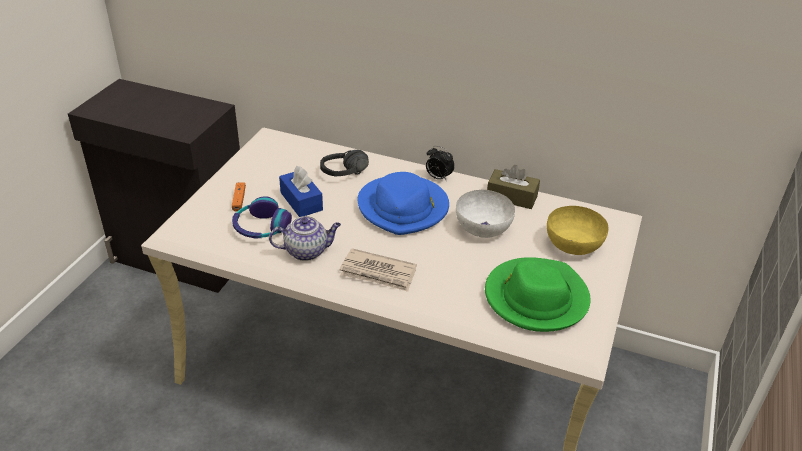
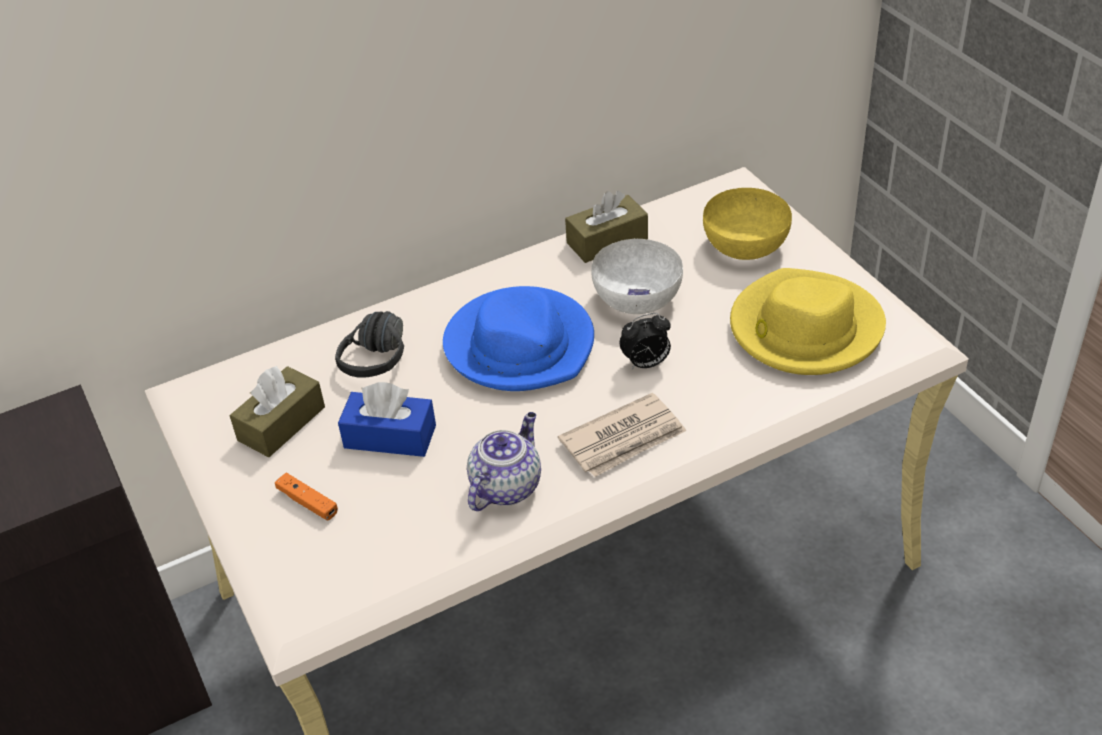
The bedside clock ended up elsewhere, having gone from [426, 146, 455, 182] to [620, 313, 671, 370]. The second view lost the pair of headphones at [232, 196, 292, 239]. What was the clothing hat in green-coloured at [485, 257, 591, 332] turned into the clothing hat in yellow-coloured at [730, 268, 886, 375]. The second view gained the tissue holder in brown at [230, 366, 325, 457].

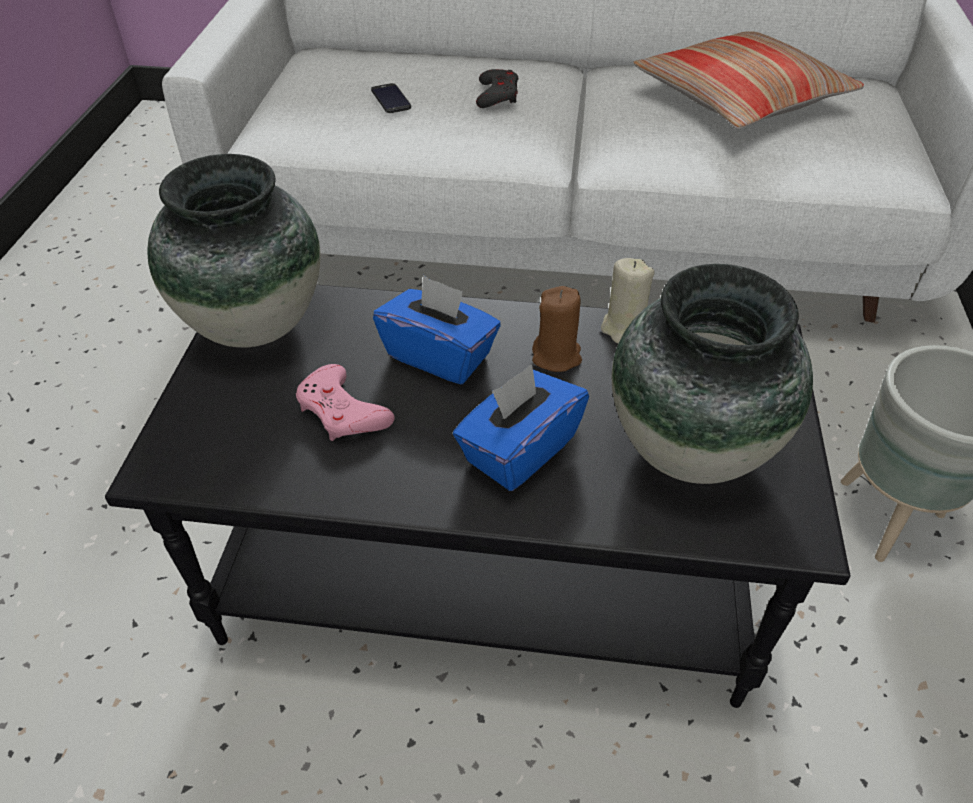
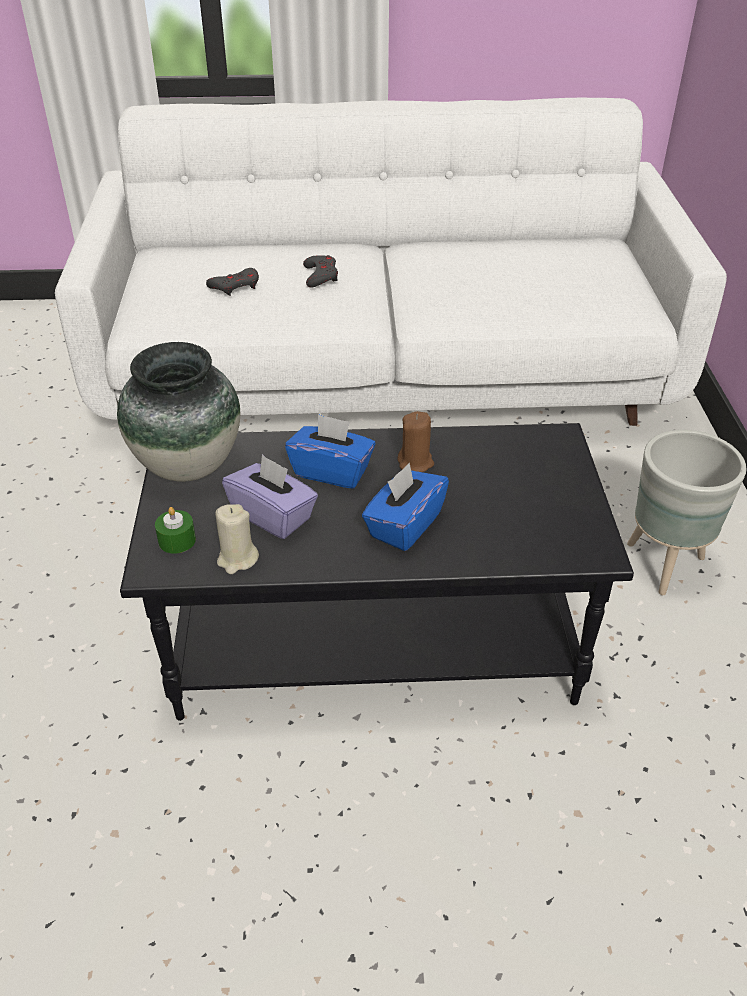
The second view lost the cushion at [633, 31, 864, 129]. Where the phone stood at [371, 83, 411, 113], the game controller in greyish came to stand at [206, 268, 259, 296]. The wax candle in beige ended up elsewhere, having gone from [601, 258, 654, 343] to [215, 504, 259, 574]. The second view lost the vase at [611, 264, 813, 484]. Where the game controller in pinkish stood at [296, 364, 395, 441], the tissue holder in purple-coloured came to stand at [222, 454, 318, 539]. The second view gained the wax candle in green-coloured at [155, 507, 196, 554].

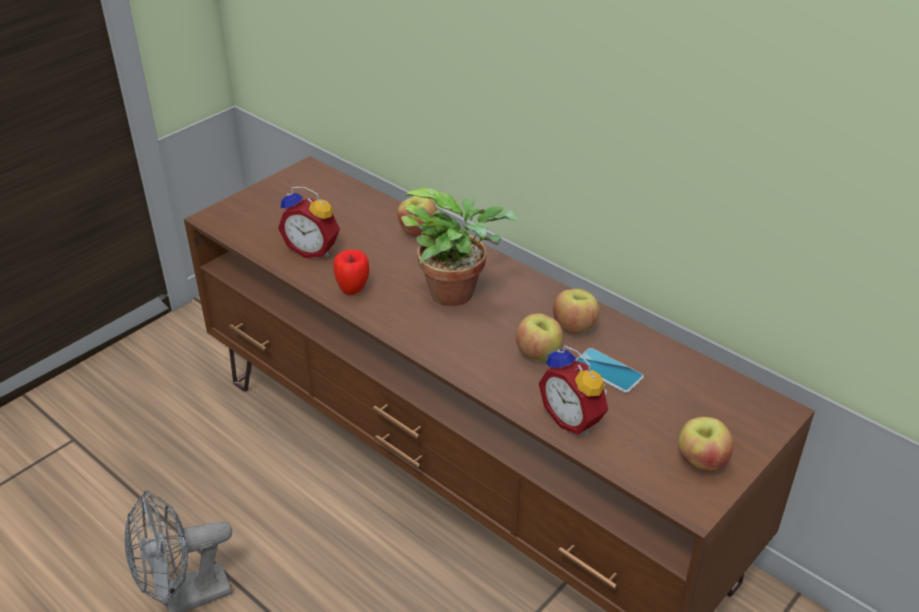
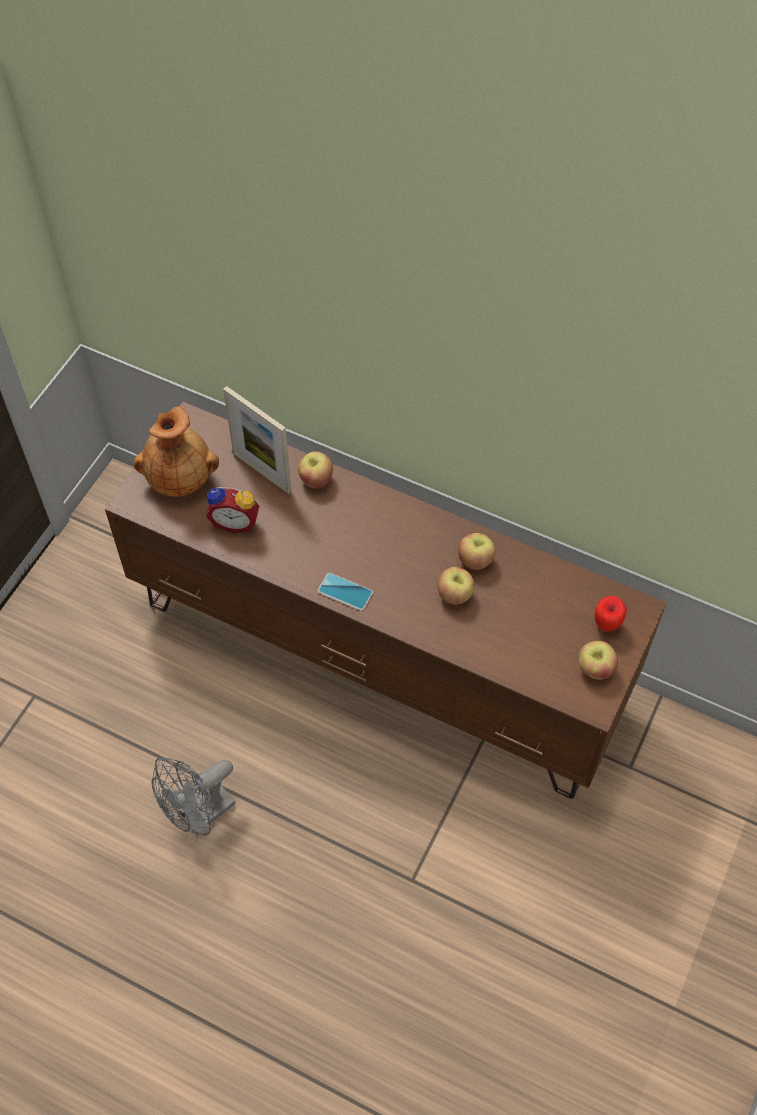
The second view lost the potted plant at [401, 187, 518, 306]. The apple fruit ended up elsewhere, having gone from [334, 250, 369, 295] to [594, 596, 627, 632]. The second view lost the bedside clock at [539, 345, 608, 435]. The phone ended up elsewhere, having gone from [575, 348, 644, 393] to [318, 573, 373, 611]. The second view gained the photo frame at [223, 386, 292, 494]. The second view gained the vase in brown at [134, 406, 219, 497].

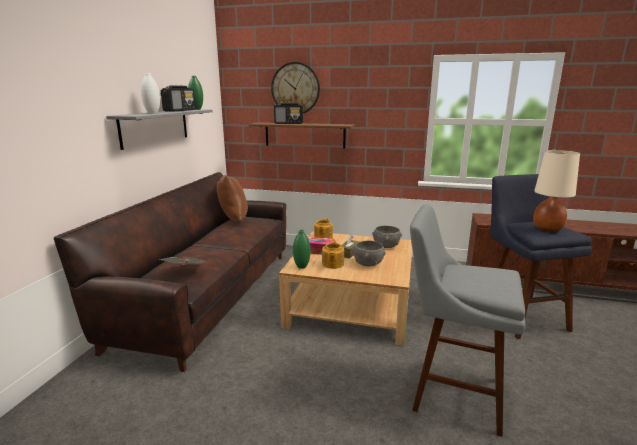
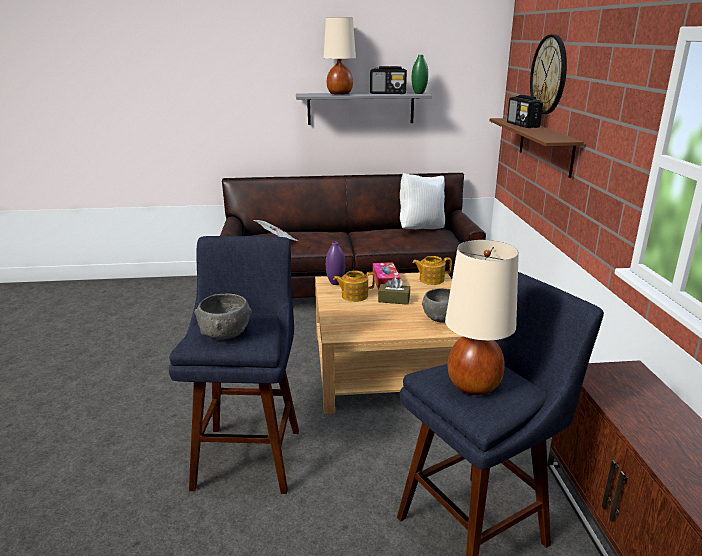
Where the vase in whitish stood at [141, 73, 160, 113], the table lamp in beige came to stand at [323, 17, 356, 95]. What was the cushion in brown at [217, 175, 248, 221] turned into the cushion in whitish at [400, 173, 445, 229]. What was the stool seat in greyish at [410, 204, 526, 437] turned into the stool seat in blue at [169, 236, 299, 494]. What was the vase in green-coloured at [293, 230, 310, 269] turned into the vase in purple-coloured at [326, 242, 345, 285]. The bowl in greyish ended up elsewhere, having gone from [352, 240, 386, 266] to [195, 294, 252, 339].

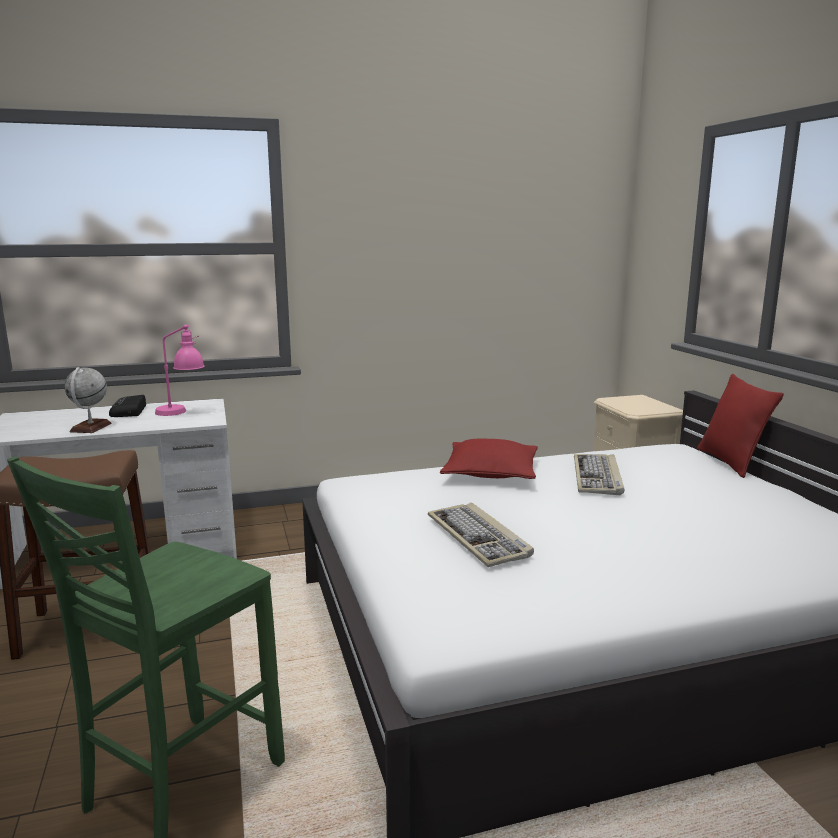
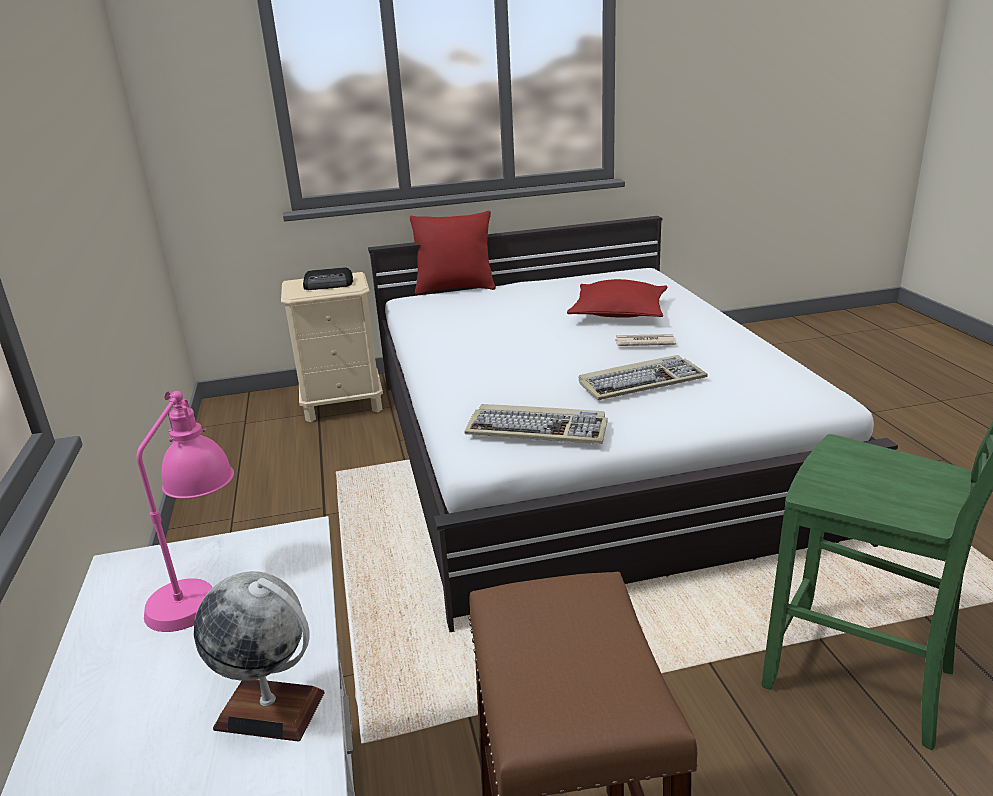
The radio set ended up elsewhere, having gone from [109, 395, 146, 417] to [303, 268, 353, 290]. The cushion in red-coloured ended up elsewhere, having gone from [440, 439, 538, 479] to [567, 279, 667, 318]. The computer keyboard ended up elsewhere, having gone from [574, 454, 624, 495] to [464, 404, 608, 444]. The second view gained the newspaper at [615, 334, 676, 346].

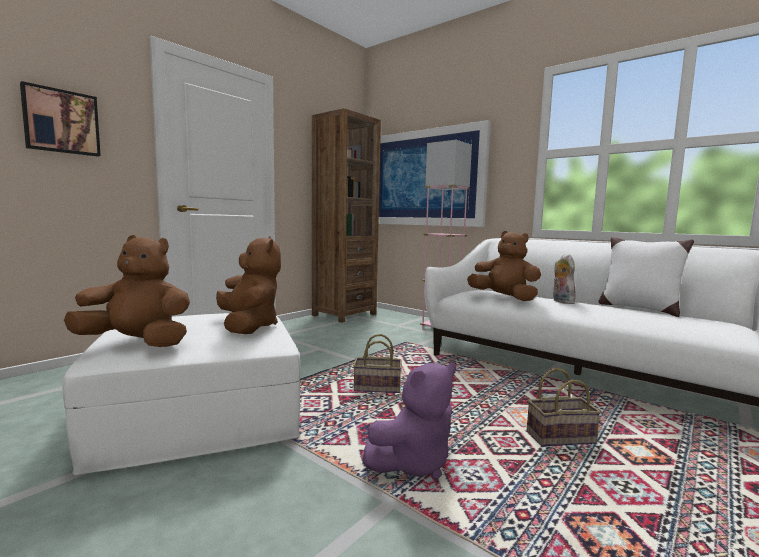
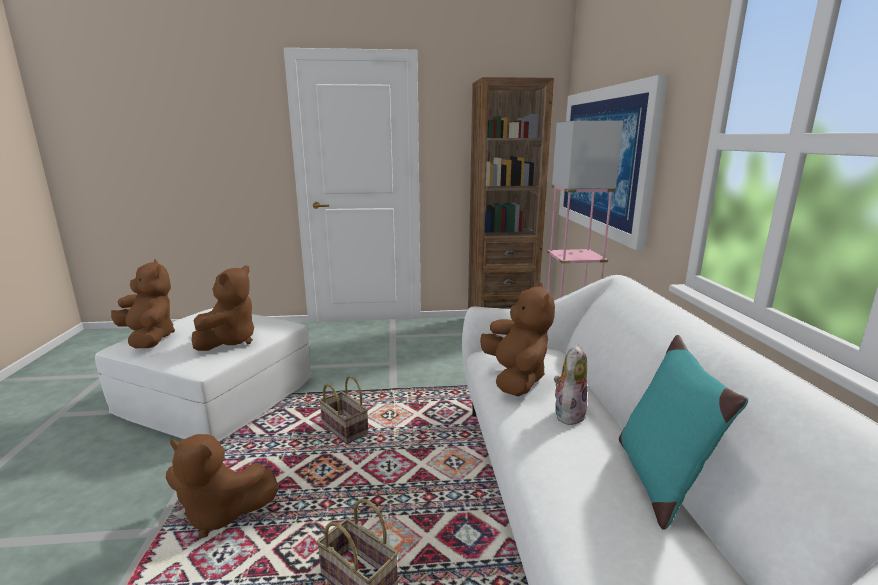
The second view lost the wall picture at [20, 81, 101, 157]. What was the cushion in whitish at [598, 237, 694, 317] turned into the cushion in turquoise at [619, 335, 748, 530]. What was the soft toy in purple-coloured at [362, 363, 456, 479] turned into the soft toy in brown at [166, 434, 279, 538].

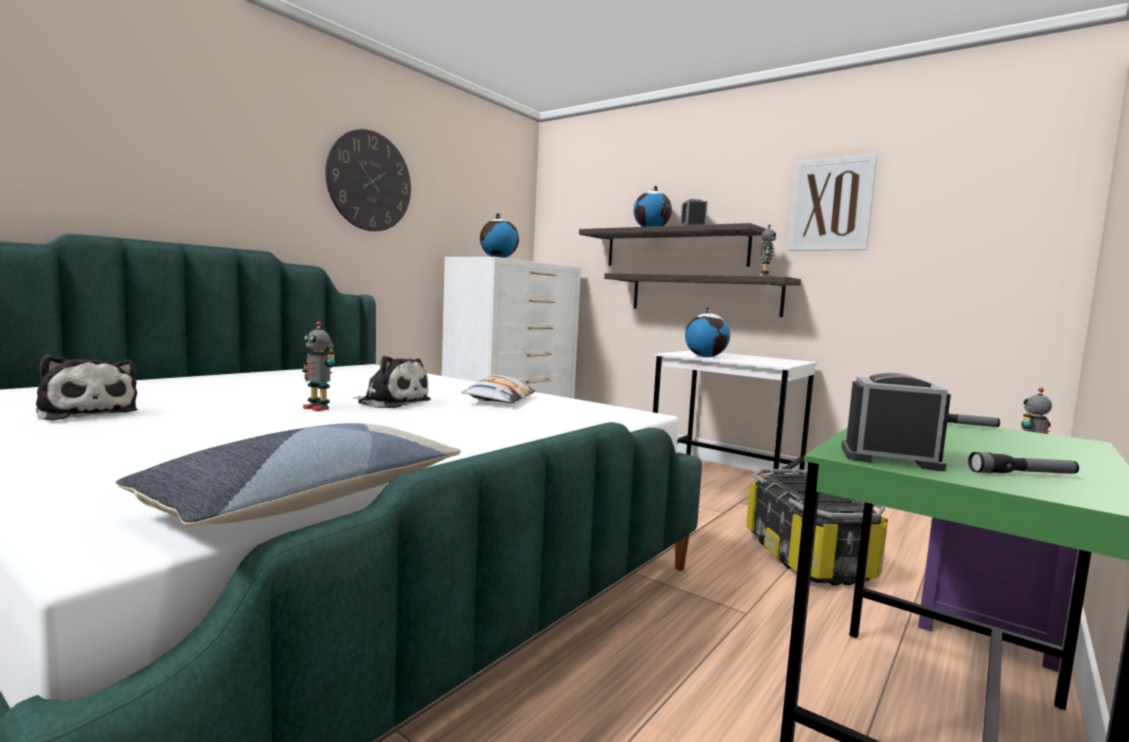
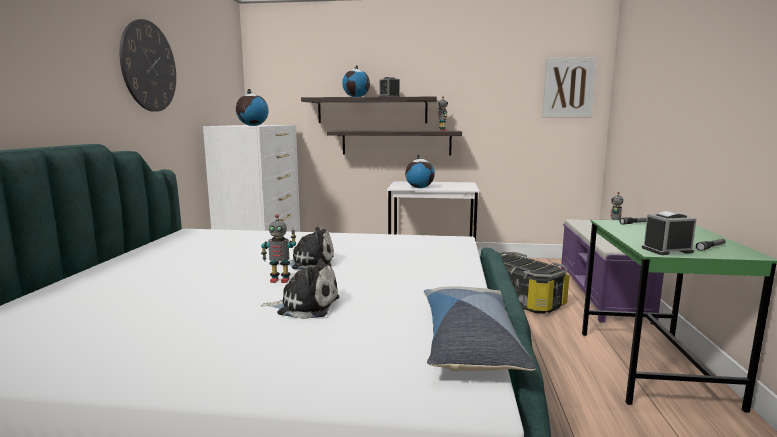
The wall picture ended up elsewhere, having gone from [788, 154, 877, 251] to [542, 57, 597, 117]. The soft toy ended up elsewhere, having gone from [36, 355, 138, 421] to [261, 258, 339, 319]. The second view lost the cushion at [461, 375, 536, 403].

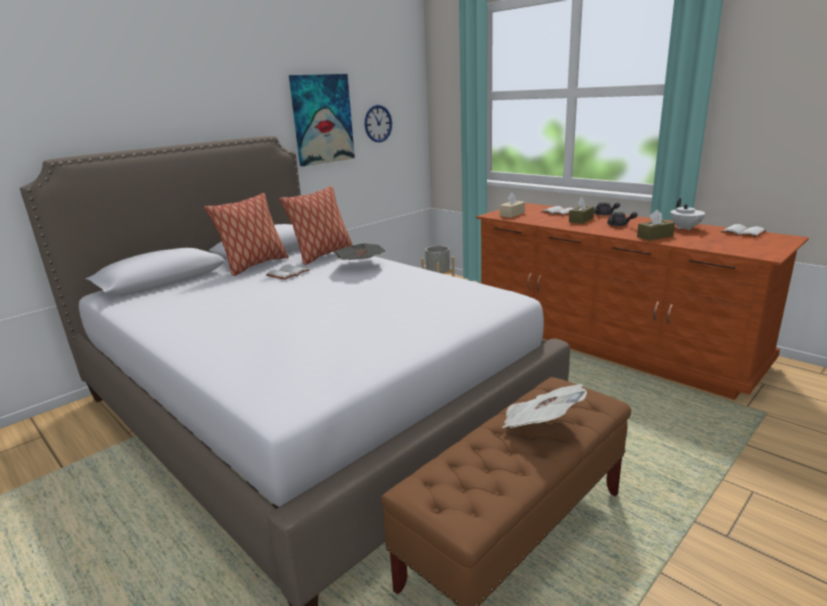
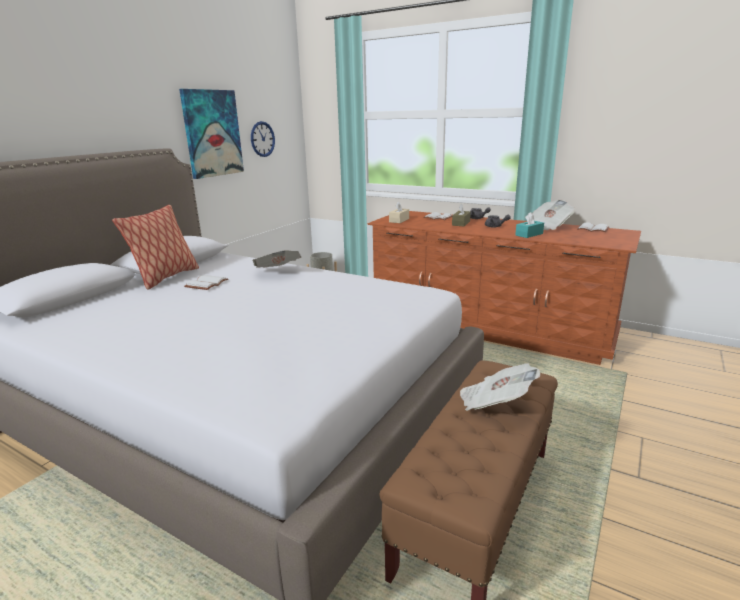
The second view lost the cushion at [279, 186, 353, 265]. Where the tea pot in whitish stood at [670, 198, 705, 230], the newspaper came to stand at [532, 200, 575, 230]. What was the tissue holder in brown at [637, 210, 675, 241] turned into the tissue holder in turquoise at [515, 212, 544, 238].

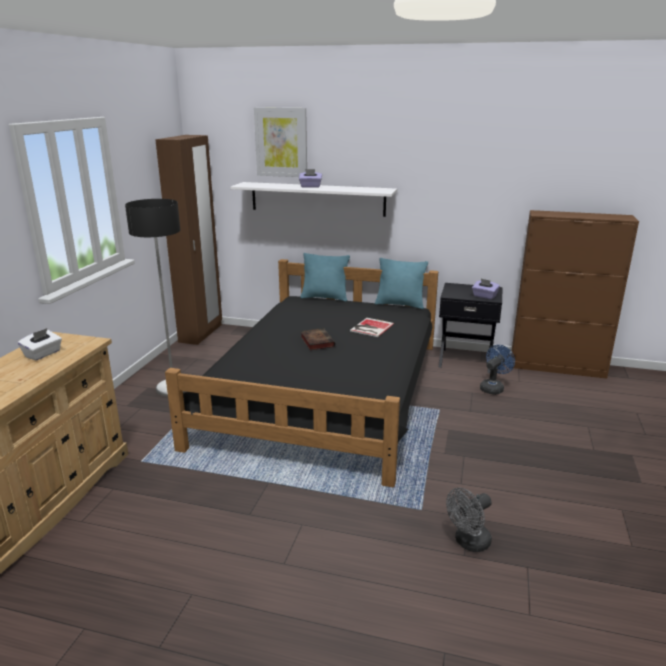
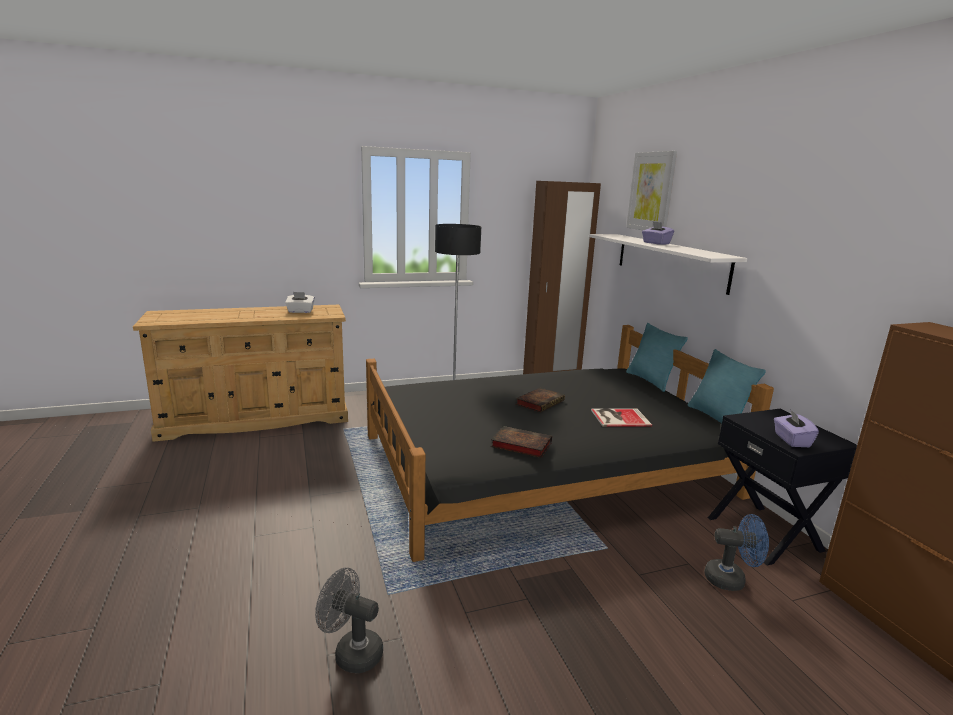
The second view gained the book at [491, 426, 552, 458].

